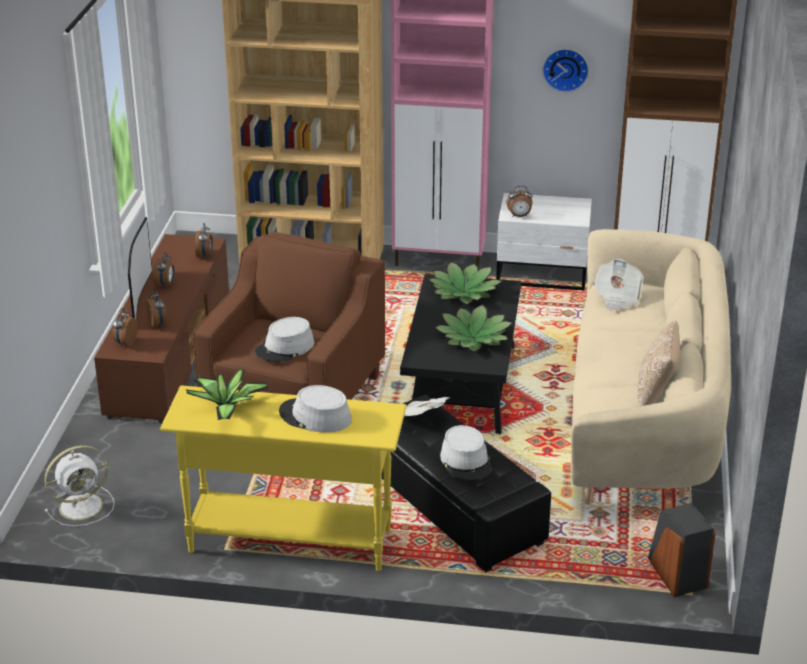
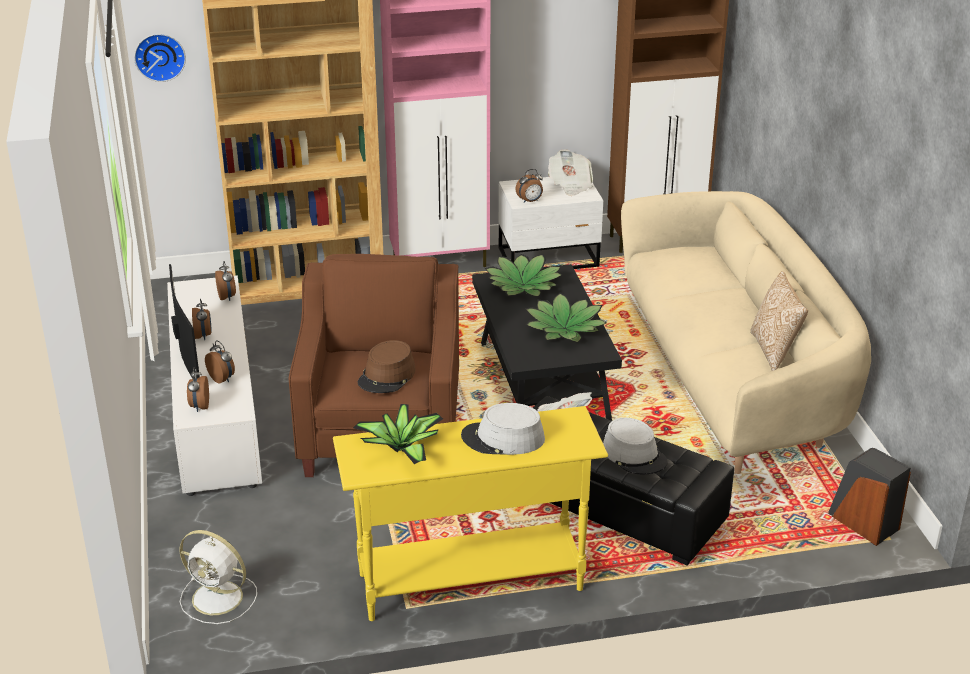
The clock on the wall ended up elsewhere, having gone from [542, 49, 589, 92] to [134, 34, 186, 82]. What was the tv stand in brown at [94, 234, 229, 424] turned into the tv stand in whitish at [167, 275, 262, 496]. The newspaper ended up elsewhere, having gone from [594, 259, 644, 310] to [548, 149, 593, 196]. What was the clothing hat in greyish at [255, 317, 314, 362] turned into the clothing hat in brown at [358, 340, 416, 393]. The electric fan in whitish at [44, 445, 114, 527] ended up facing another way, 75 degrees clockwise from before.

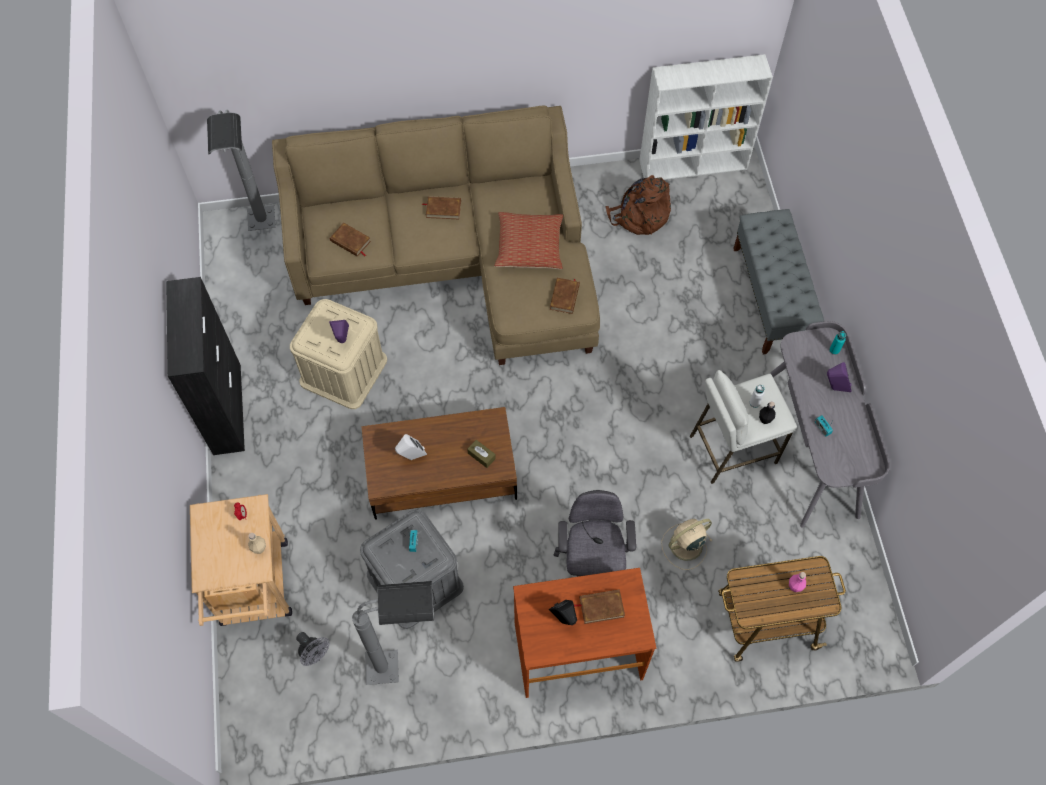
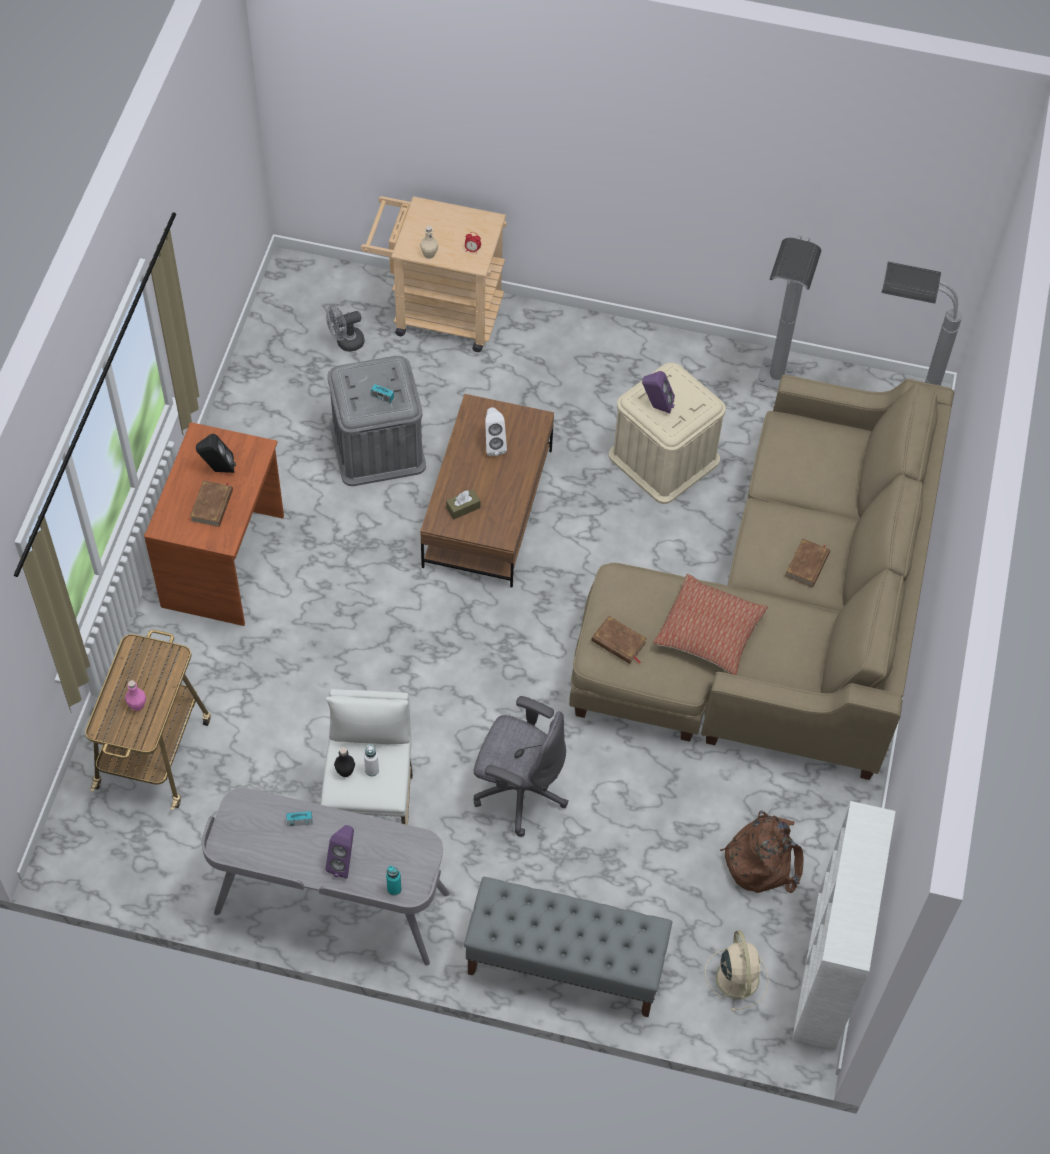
The second view lost the book in brown at [330, 223, 371, 257]. The second view lost the storage cabinet in black-coloured at [166, 277, 245, 455]. The desk chair in greyish ended up elsewhere, having gone from [553, 490, 636, 577] to [473, 696, 568, 837]. The electric fan in beige ended up elsewhere, having gone from [661, 519, 712, 570] to [705, 930, 769, 1011]. The standard lamp in greyish ended up elsewhere, having gone from [352, 581, 434, 685] to [756, 235, 822, 390].

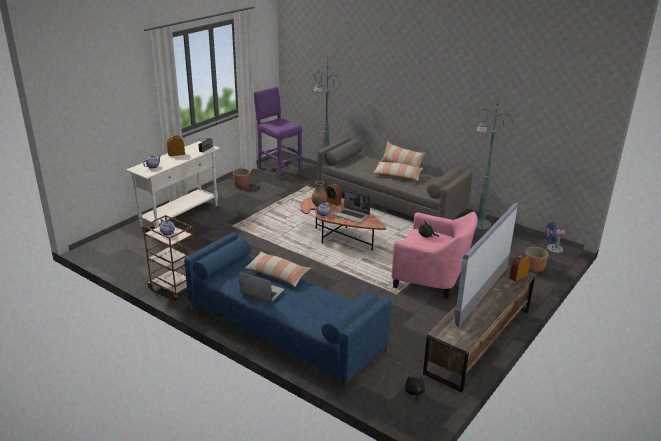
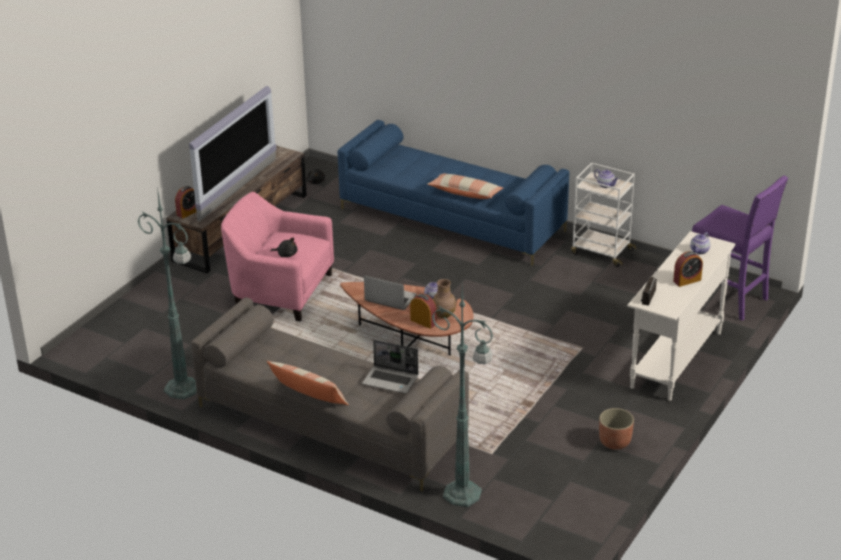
The stool seat in purple-coloured ended up elsewhere, having gone from [254, 87, 302, 179] to [692, 176, 788, 321]. The second view lost the cushion at [373, 161, 423, 181]. What was the trolley in brown at [143, 215, 195, 301] turned into the trolley in whitish at [571, 163, 637, 267]. The second view lost the electric fan in blue at [546, 222, 565, 253]. The second view lost the planter at [525, 247, 548, 273]. The notebook computer ended up elsewhere, having gone from [239, 271, 284, 303] to [362, 340, 418, 394].

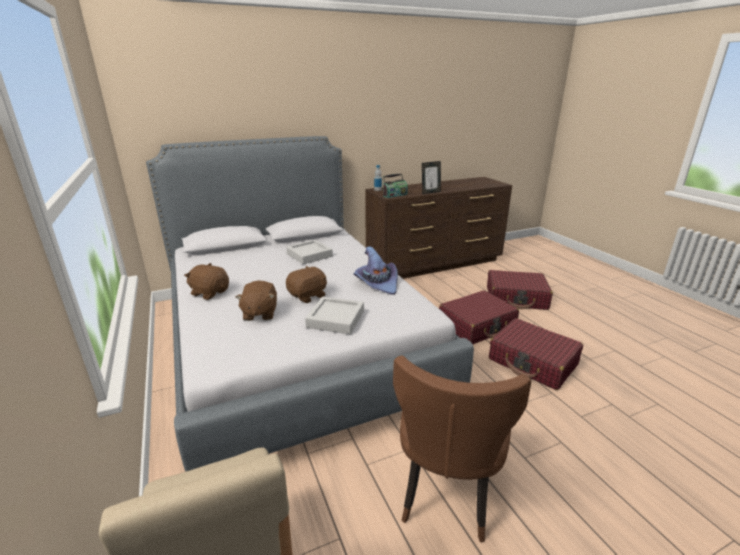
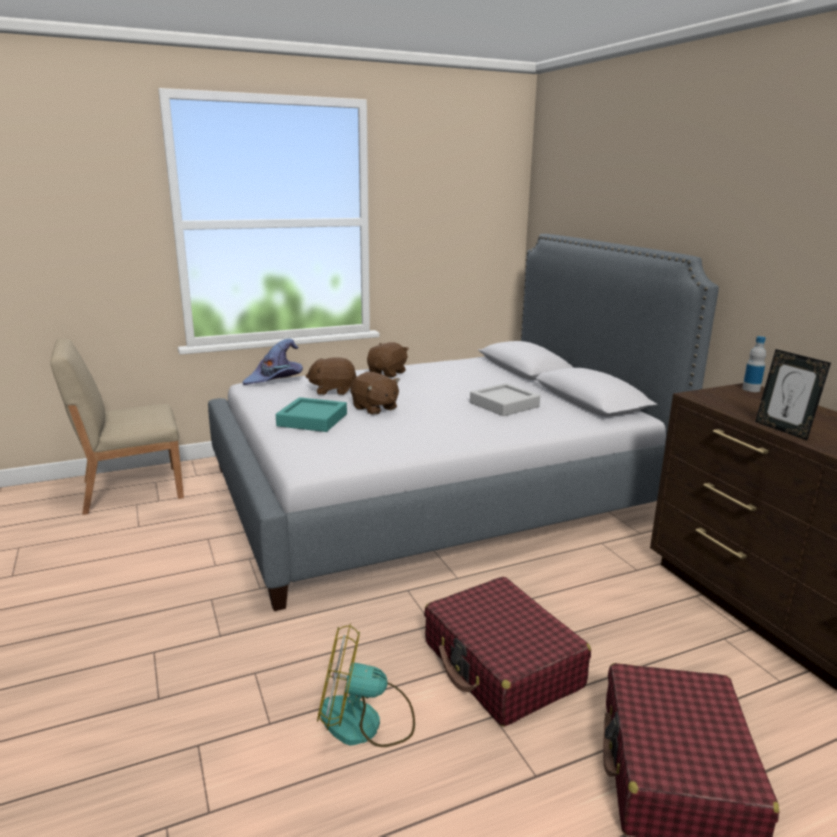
The second view lost the radio set at [383, 174, 408, 198]. The clothing hat in purple-coloured ended up elsewhere, having gone from [354, 246, 398, 295] to [243, 339, 303, 385]. What was the carrying tray in greyish at [305, 297, 364, 334] turned into the carrying tray in turquoise at [276, 397, 347, 432]. Where the suitcase in red-coloured stood at [489, 318, 583, 390], the electric fan came to stand at [317, 623, 415, 747]. The second view lost the upright chair in brown at [393, 356, 531, 542].

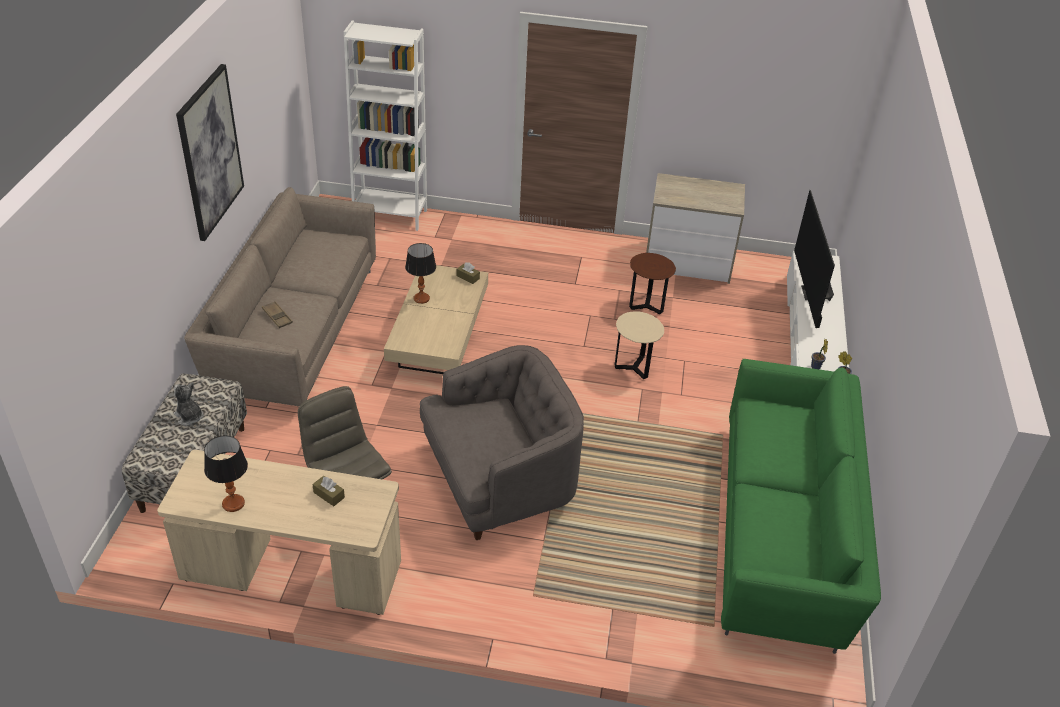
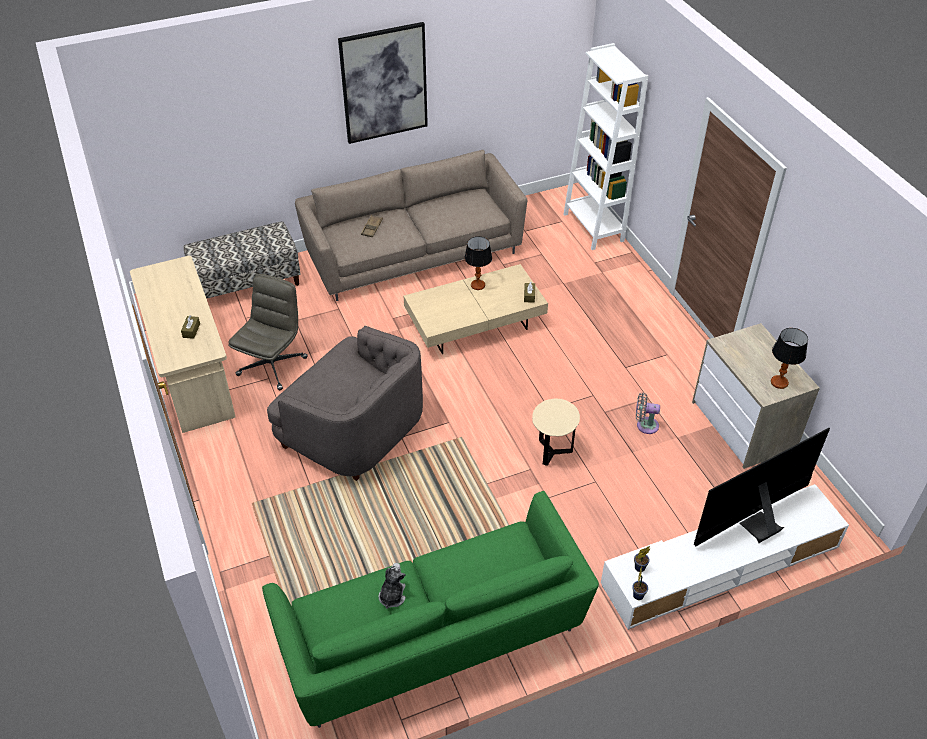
Where the end table in brown stood at [629, 253, 676, 314], the electric fan in greyish came to stand at [636, 392, 660, 434]. The soft toy ended up elsewhere, having gone from [174, 382, 204, 426] to [379, 563, 406, 609]. The table lamp ended up elsewhere, having gone from [204, 436, 248, 512] to [771, 328, 808, 389].

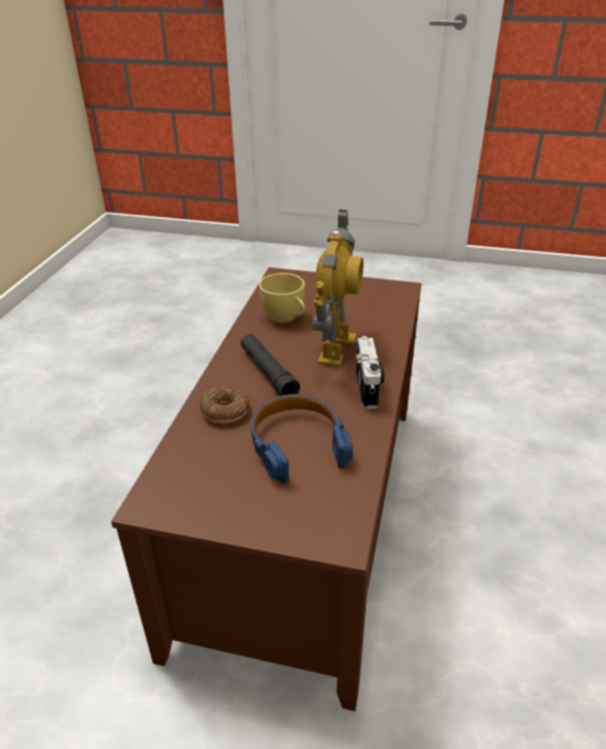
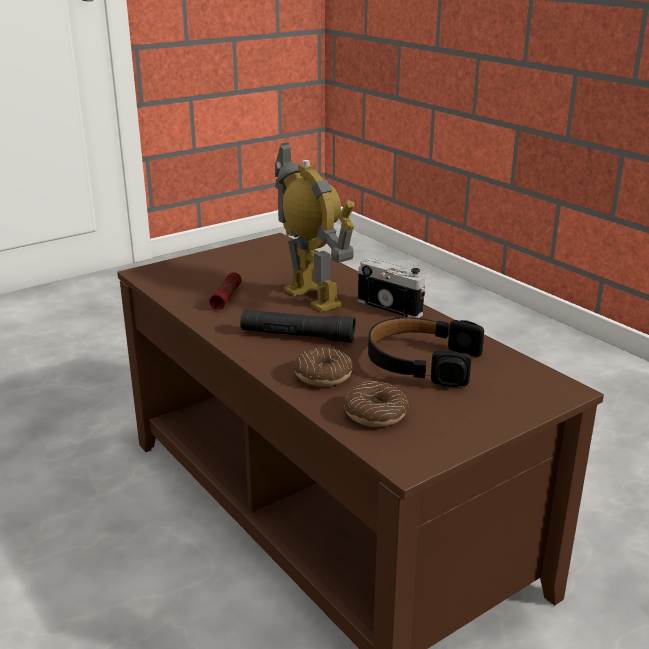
Where the drinking cup in yellow-coloured stood at [259, 273, 305, 323], the hand torch came to stand at [209, 272, 241, 310]. What was the pair of headphones in blue at [251, 394, 353, 483] turned into the pair of headphones in black-coloured at [368, 317, 484, 387]. The second view gained the doughnut at [344, 381, 408, 427].

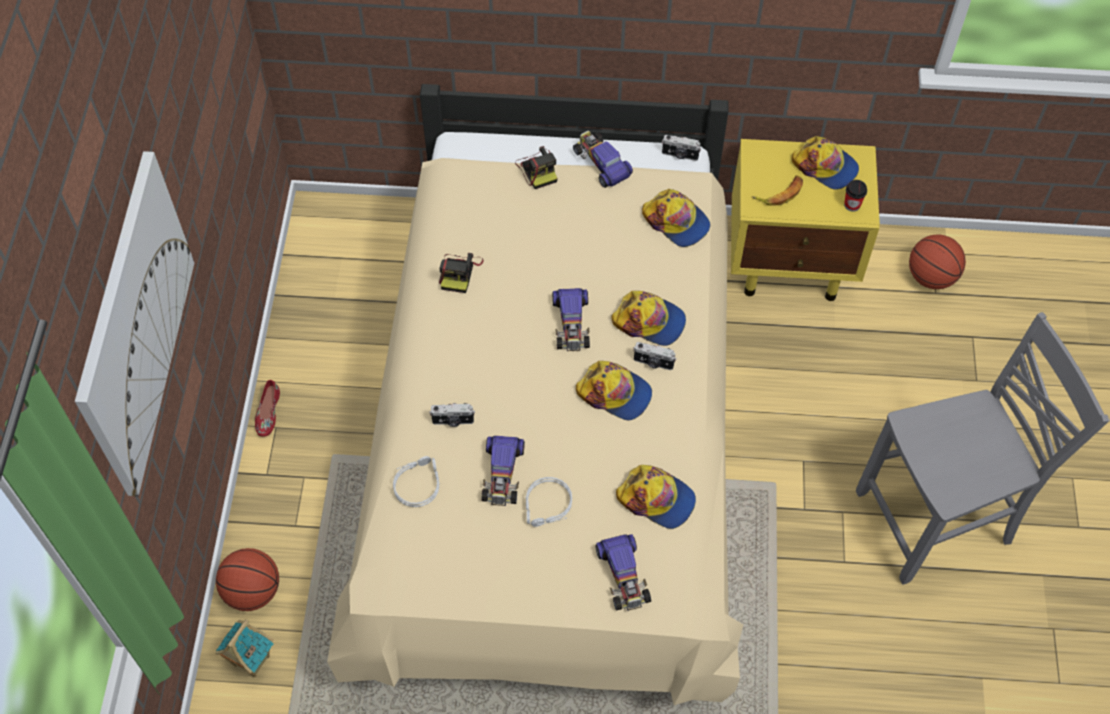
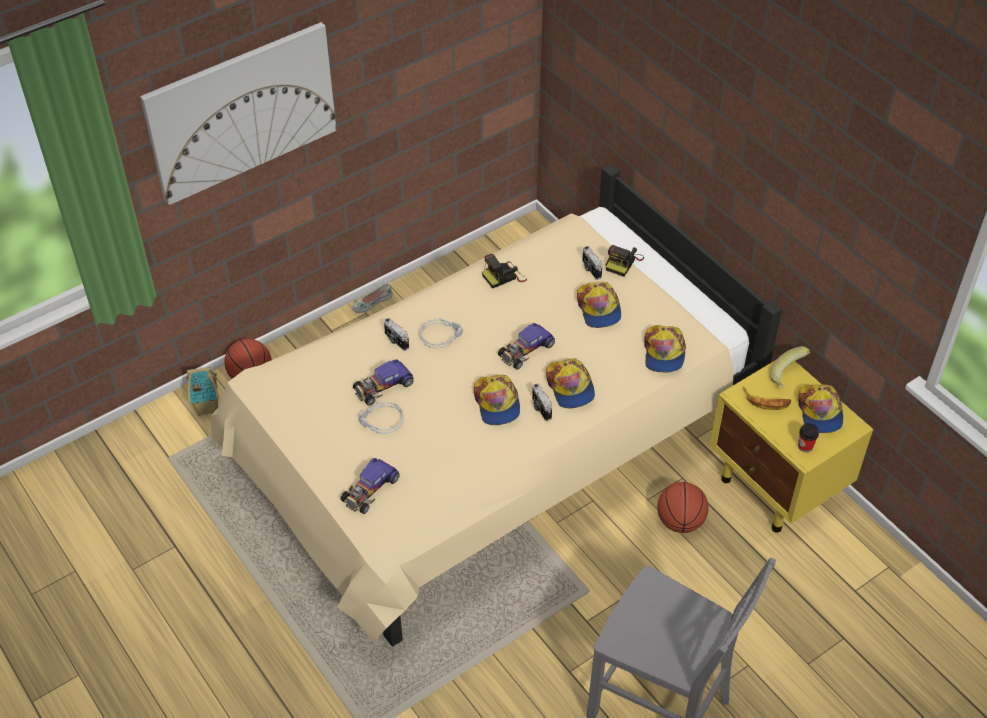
The second view lost the toy car at [573, 130, 633, 188]. The photo camera ended up elsewhere, having gone from [662, 135, 701, 161] to [582, 246, 602, 280]. The basketball ball ended up elsewhere, having gone from [909, 234, 966, 289] to [657, 482, 709, 533]. What was the item of footwear in red-coloured at [255, 380, 280, 437] turned into the item of footwear in whitish at [352, 283, 393, 313]. The pair of headphones in greyish ended up elsewhere, having gone from [393, 456, 440, 507] to [420, 318, 463, 348]. The baseball cap ended up elsewhere, having gone from [616, 465, 696, 529] to [577, 282, 621, 328]. The second view gained the whole banana at [770, 346, 810, 388].

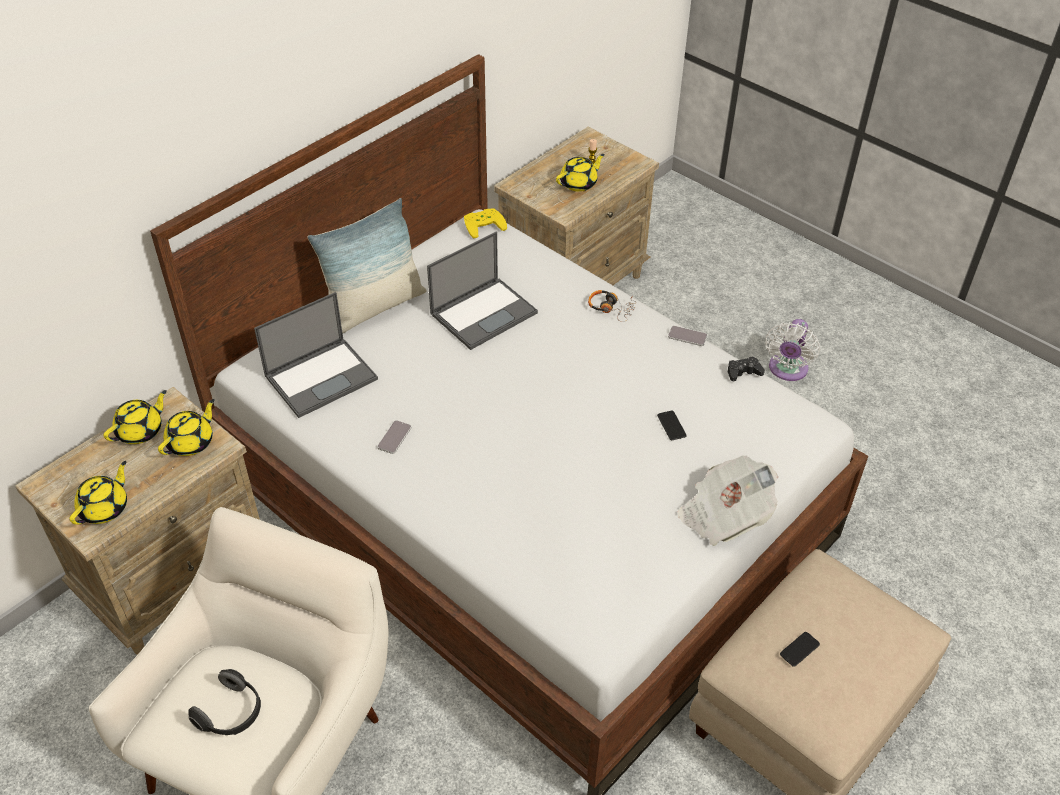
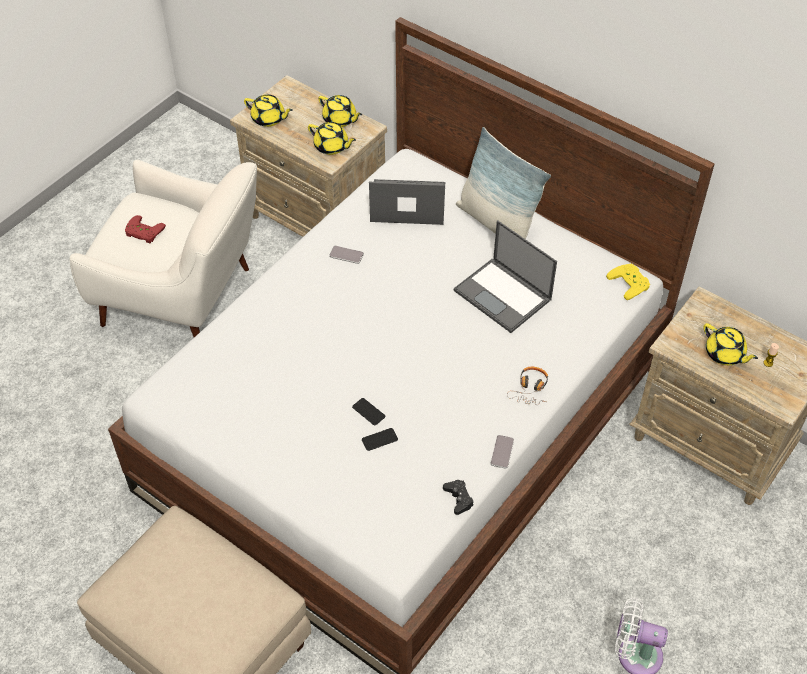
The notebook computer at [254, 292, 378, 418] ended up facing another way, 135 degrees clockwise from before. The second view lost the newspaper at [678, 456, 778, 546]. The phone ended up elsewhere, having gone from [780, 632, 820, 667] to [352, 398, 385, 425]. Where the pair of headphones stood at [188, 669, 261, 735], the game controller in red-coloured came to stand at [125, 215, 166, 243].

